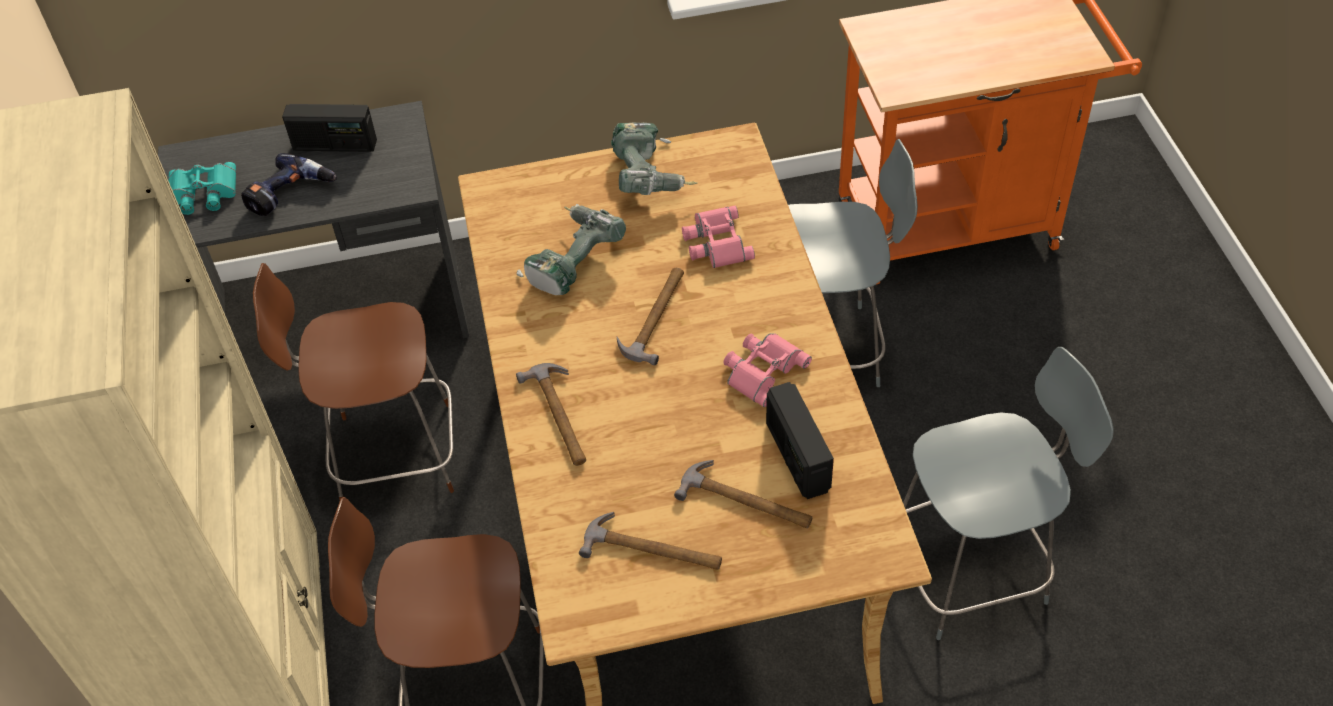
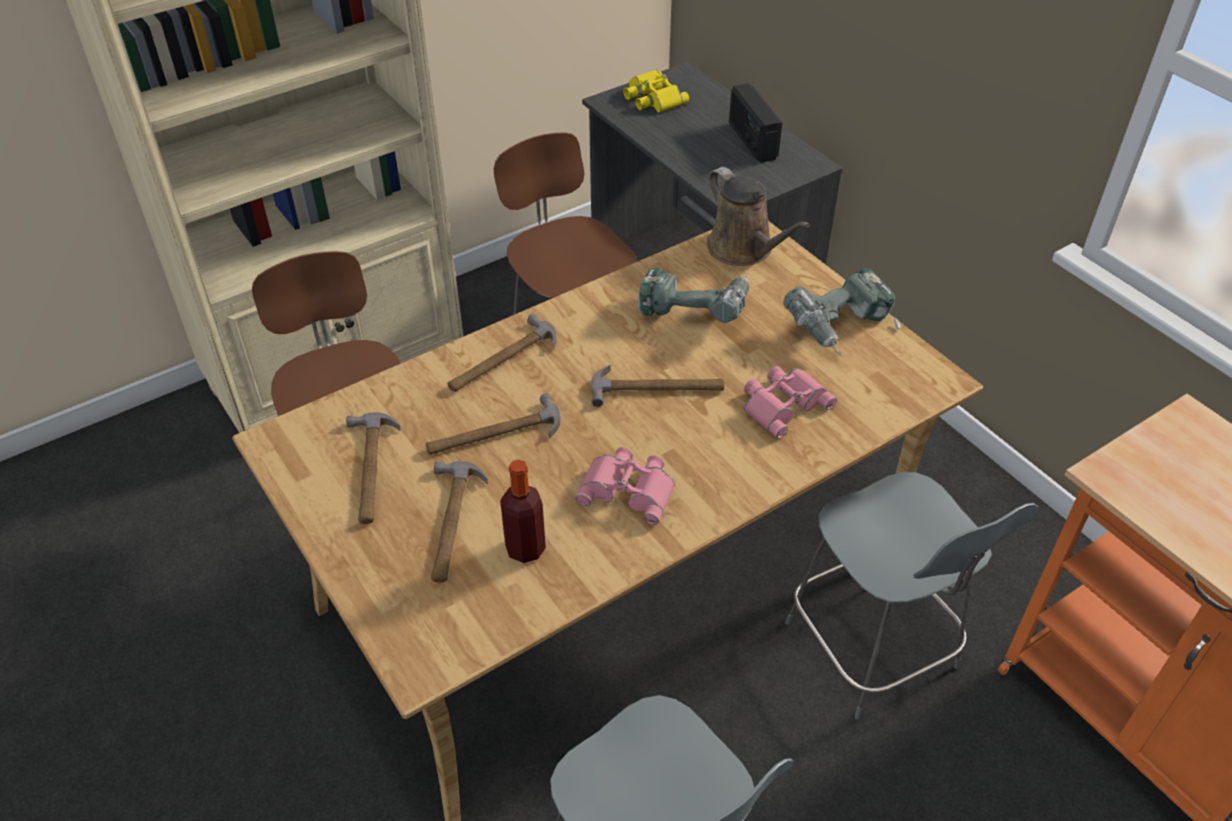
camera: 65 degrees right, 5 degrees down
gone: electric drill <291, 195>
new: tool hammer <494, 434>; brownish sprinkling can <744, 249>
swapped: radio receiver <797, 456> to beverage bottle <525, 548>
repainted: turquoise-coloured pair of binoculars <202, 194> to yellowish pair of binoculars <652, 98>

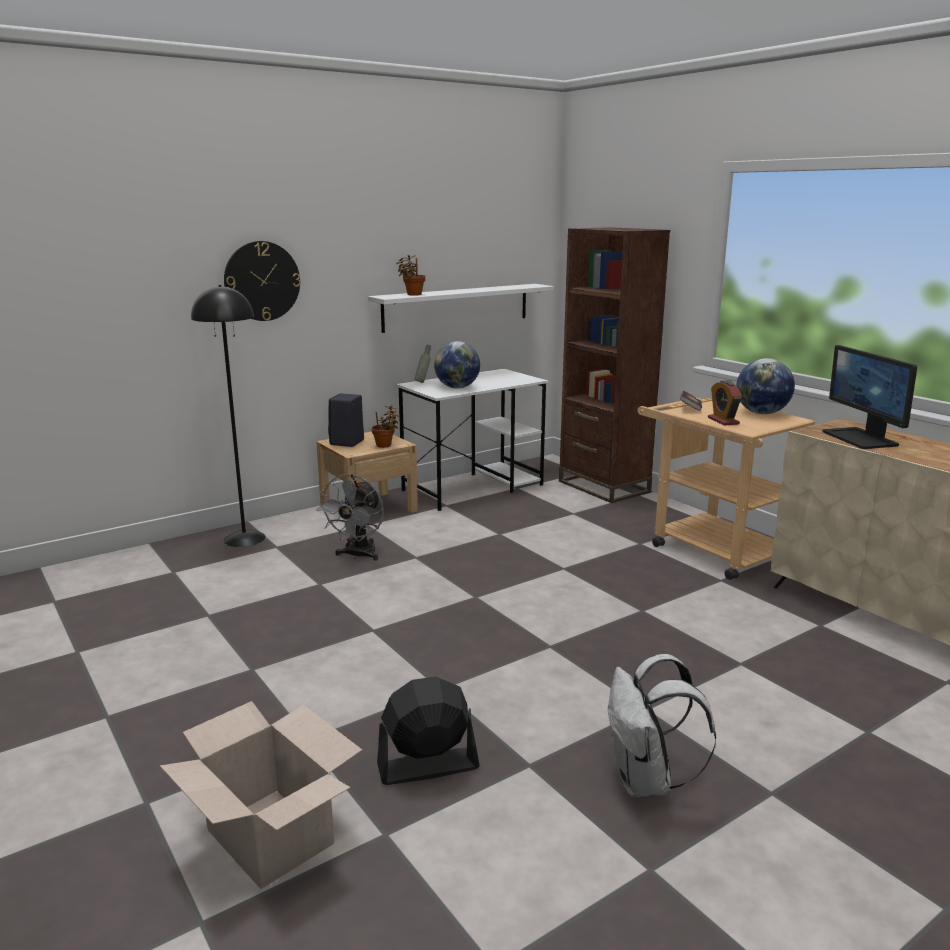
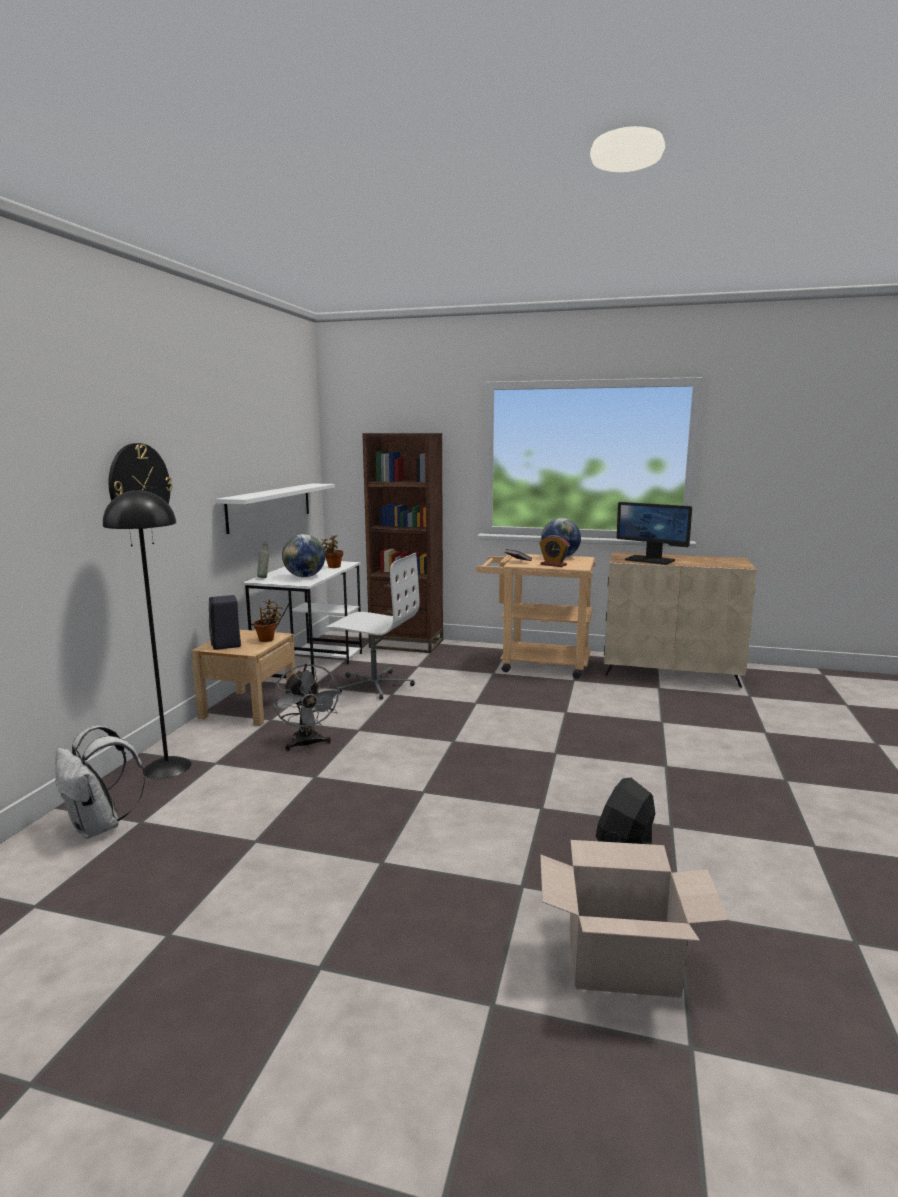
camera: 40 degrees left, 5 degrees down
new: white-coloured computer chair <374, 685>
shifted: houseplant <412, 294> to <333, 567>; white-coloured rucksack <646, 782> to <100, 826>

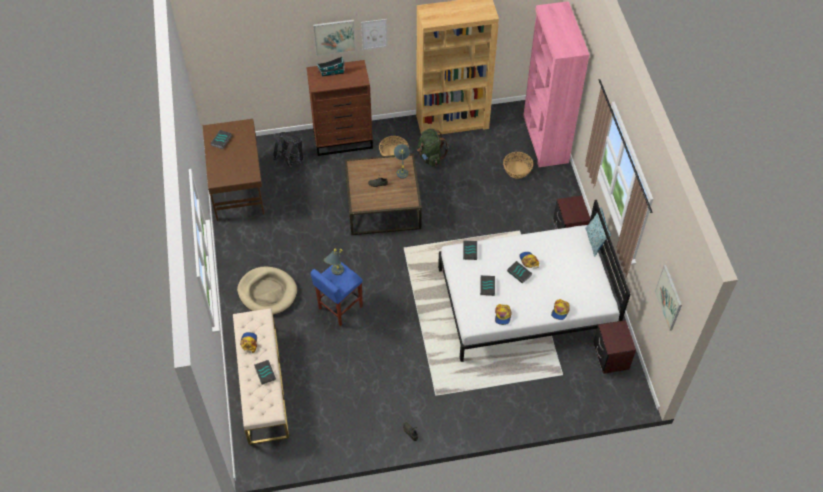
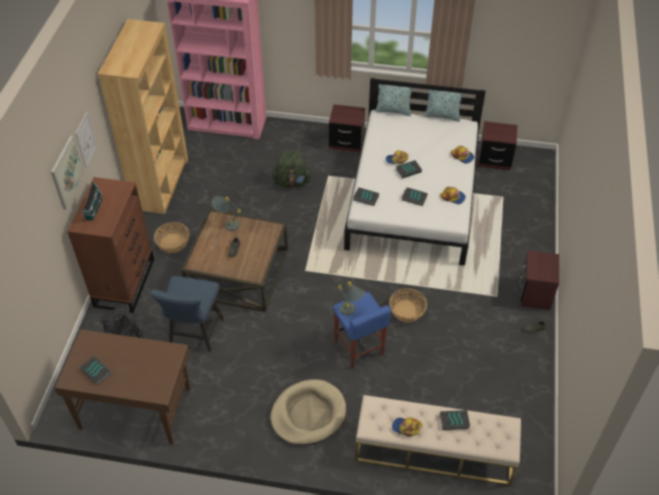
camera: 70 degrees left, 5 degrees down
gone: wall art <669, 297>
new: blue chair <194, 335>; pillow <442, 116>; brownish bedside table <535, 293>
shifted: green-coloured rucksack <430, 157> to <292, 182>; basket <517, 170> to <407, 311>

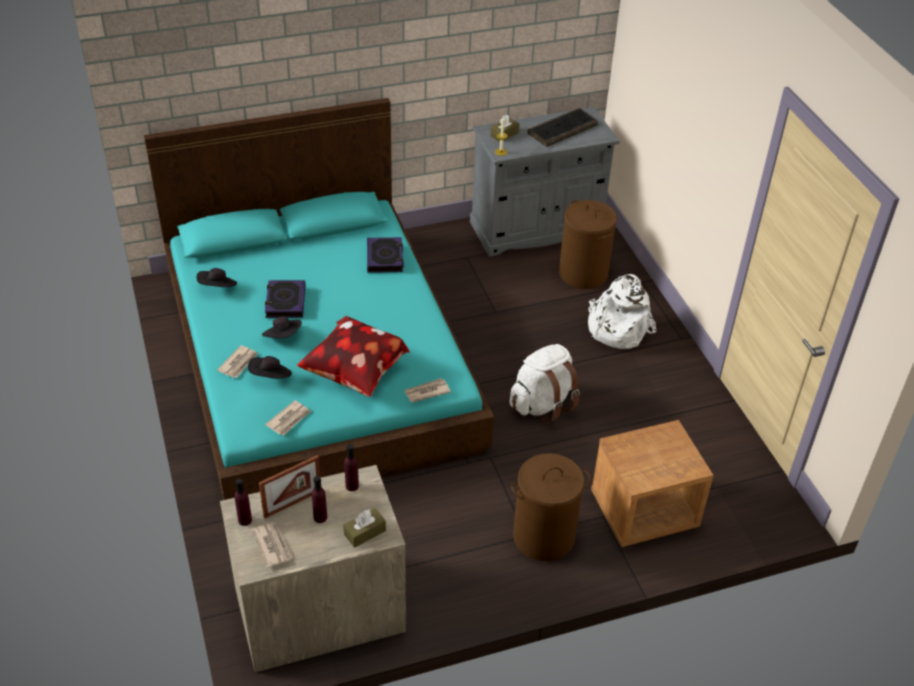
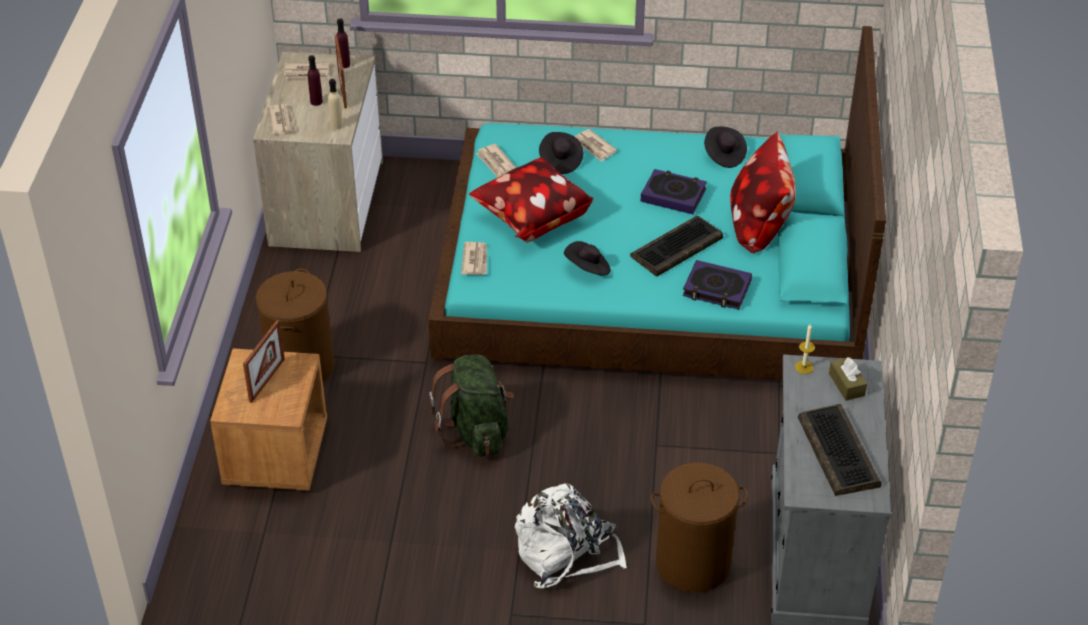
camera: 115 degrees right, 0 degrees up
new: picture frame <267, 380>; keyboard <676, 248>; pillow <759, 225>
shifted: black wearable hat <283, 336> to <588, 268>
swapped: brownish tissue holder <365, 532> to printed paper <282, 121>
repainted: purple beverage bottle <352, 486> to sand-coloured beverage bottle <336, 125>; white-coloured rucksack <542, 404> to green-coloured rucksack <476, 431>

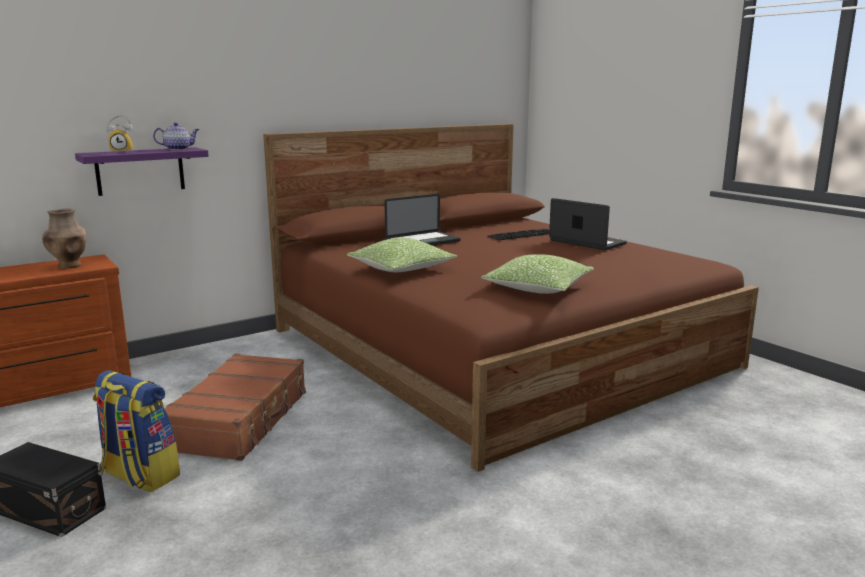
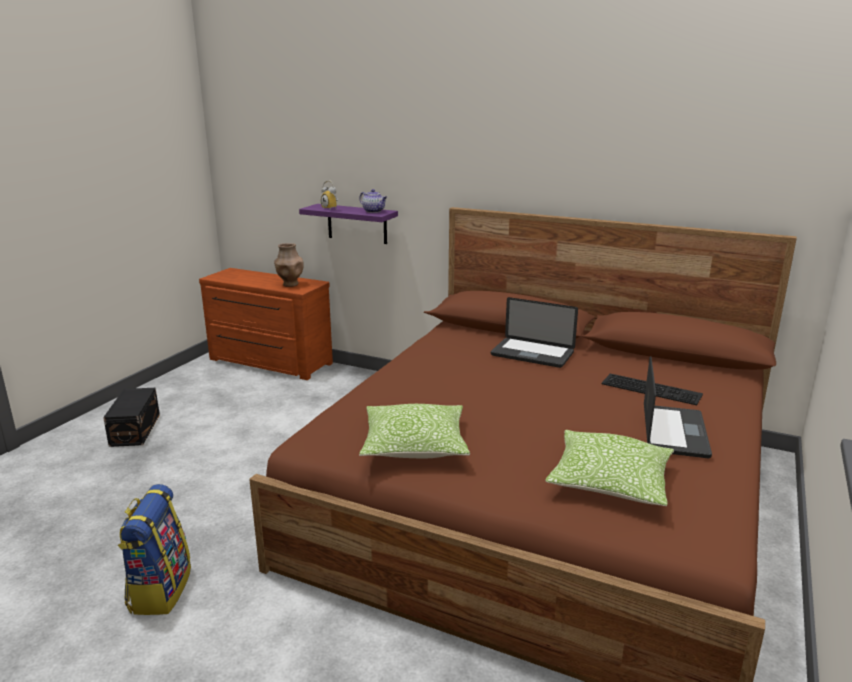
camera: 60 degrees right, 5 degrees up
gone: brownish travel case <241, 420>
shifted: rucksack <139, 476> to <160, 590>; pillow <402, 269> to <609, 482>

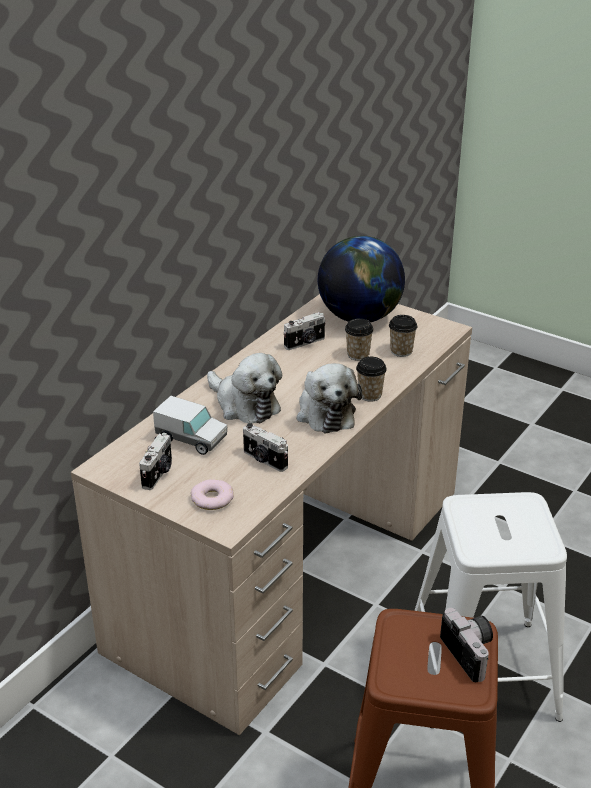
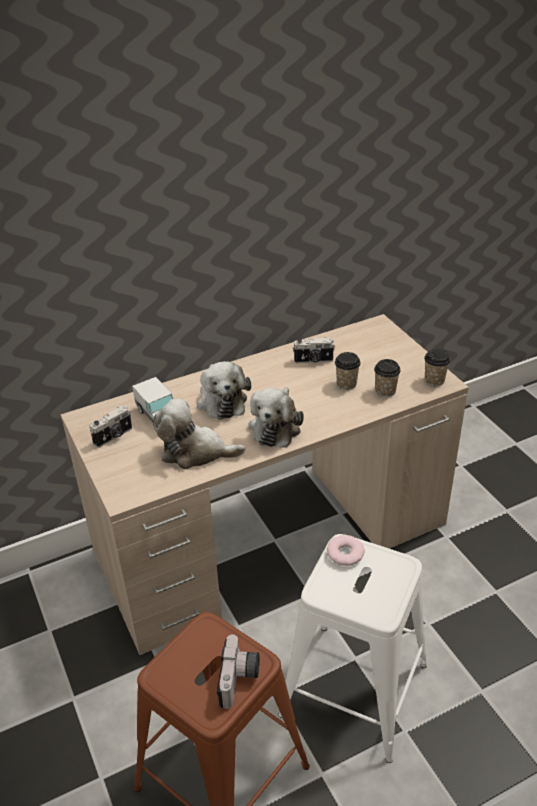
camera: 30 degrees right, 5 degrees up
gone: desk globe <360, 317>
shifted: donut <212, 498> to <345, 553>; drinking cup <370, 395> to <434, 380>
swapped: still camera <264, 460> to plush toy <195, 452>

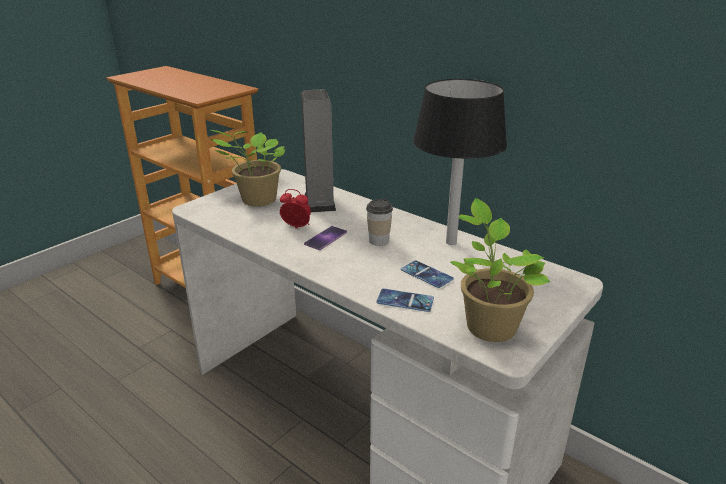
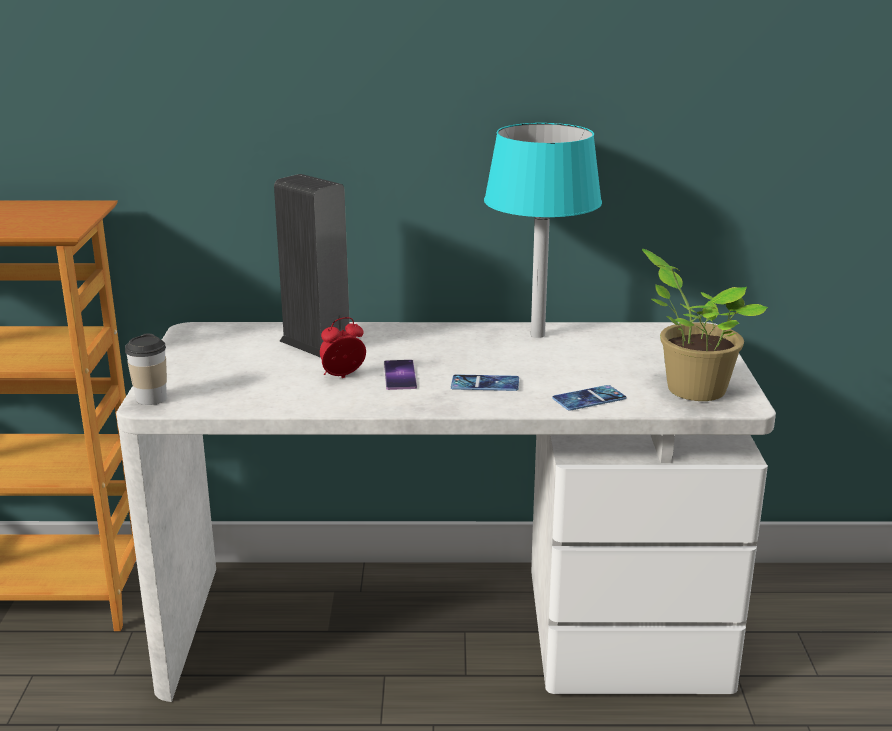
camera: 40 degrees left, 5 degrees down
gone: houseplant <256, 200>
shifted: drinking cup <379, 241> to <151, 398>; handset <426, 274> to <485, 384>
repainted: black lamp for a table <451, 242> to turquoise-coloured lamp for a table <538, 335>

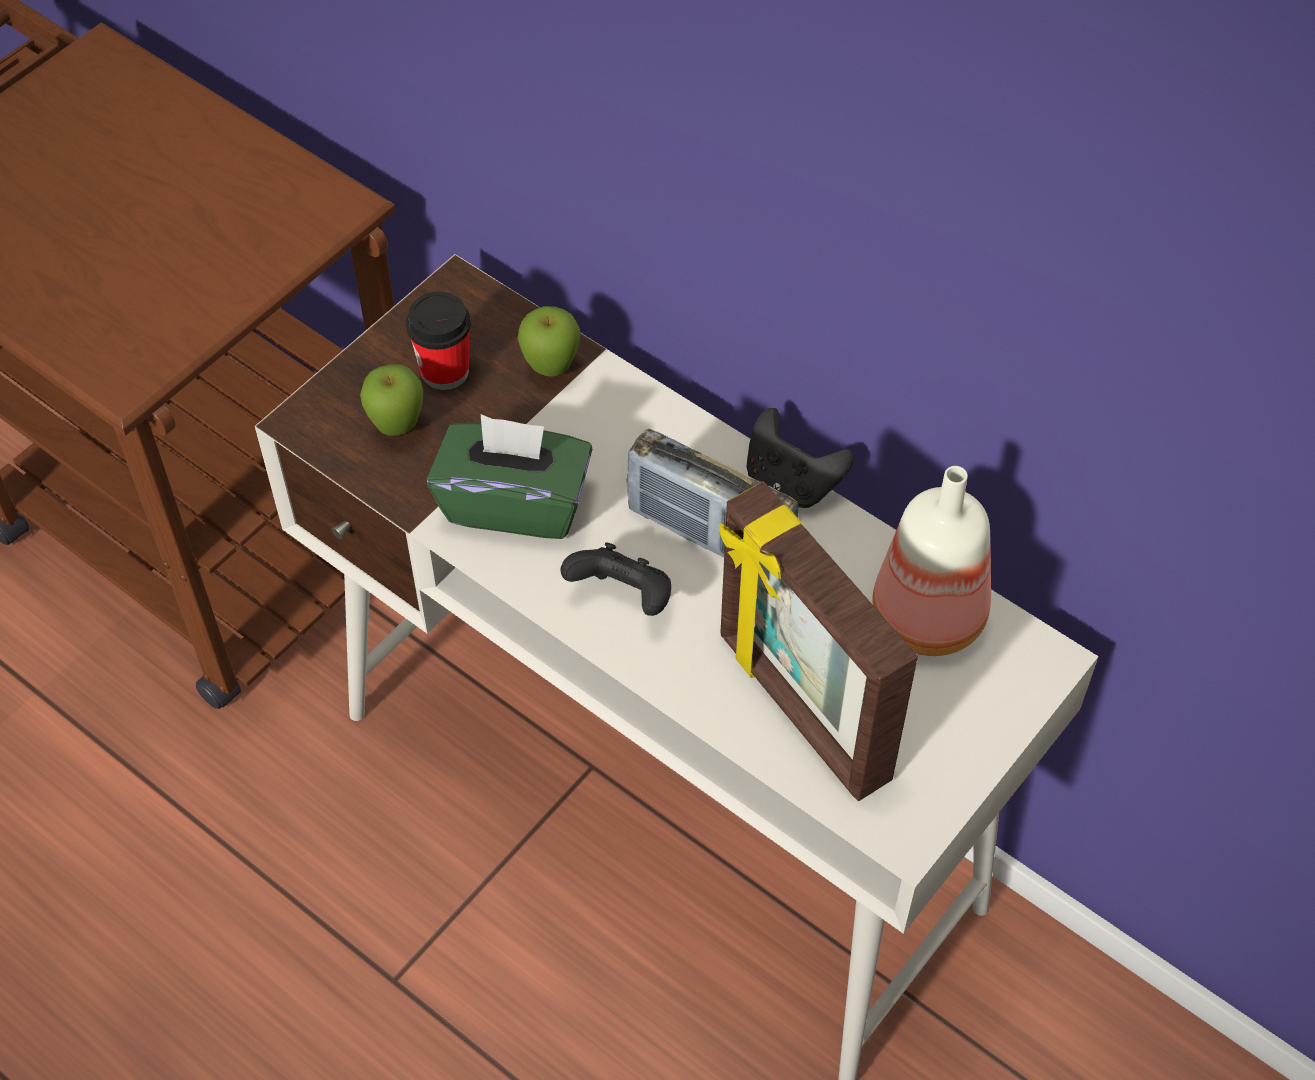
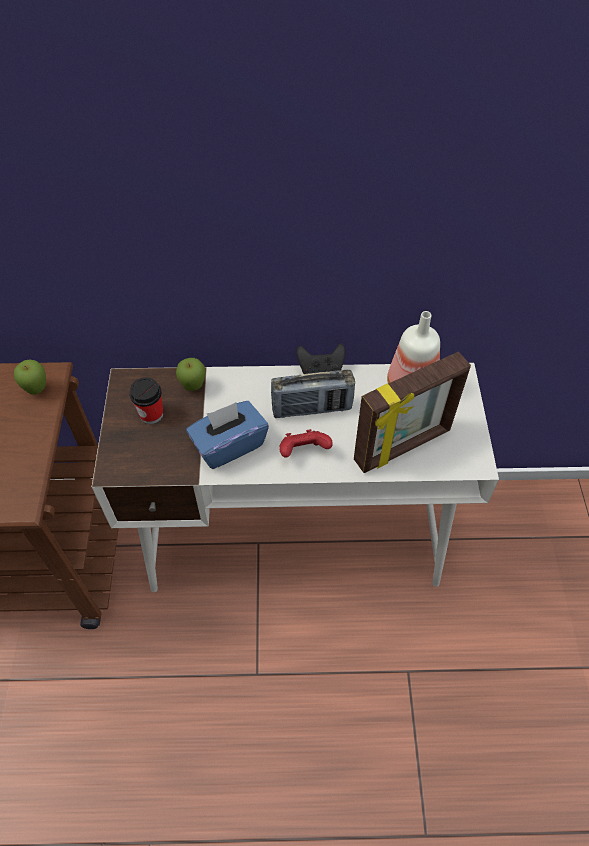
camera: 40 degrees left, 0 degrees up
shifted: apple <397, 428> to <37, 390>
repainted: green-coloured tissue holder <515, 503> to blue tissue holder <229, 445>; black joypad <623, 597> to red-coloured joypad <303, 451>
rotated: picture frame <800, 709> = <403, 447> 45 degrees counterclockwise

